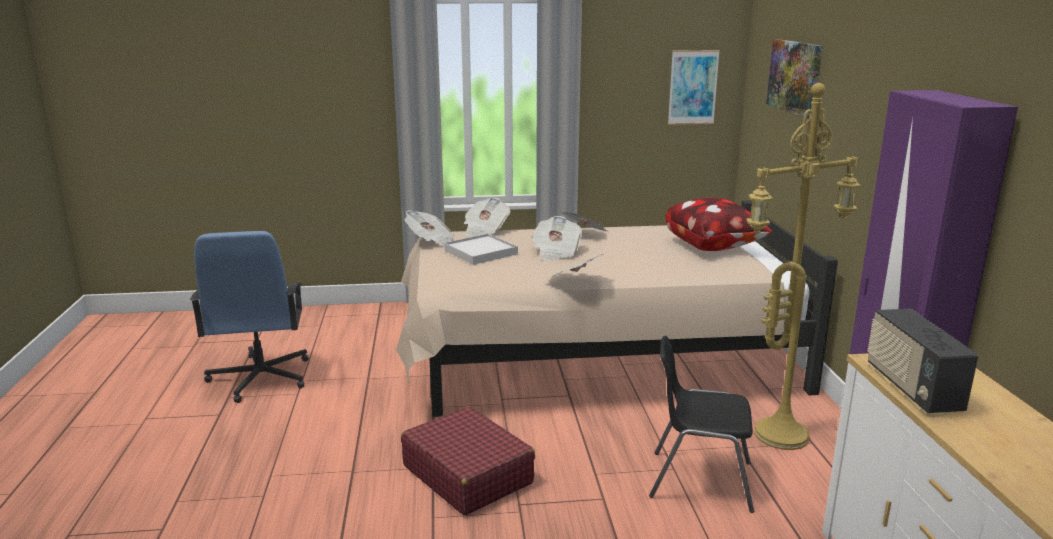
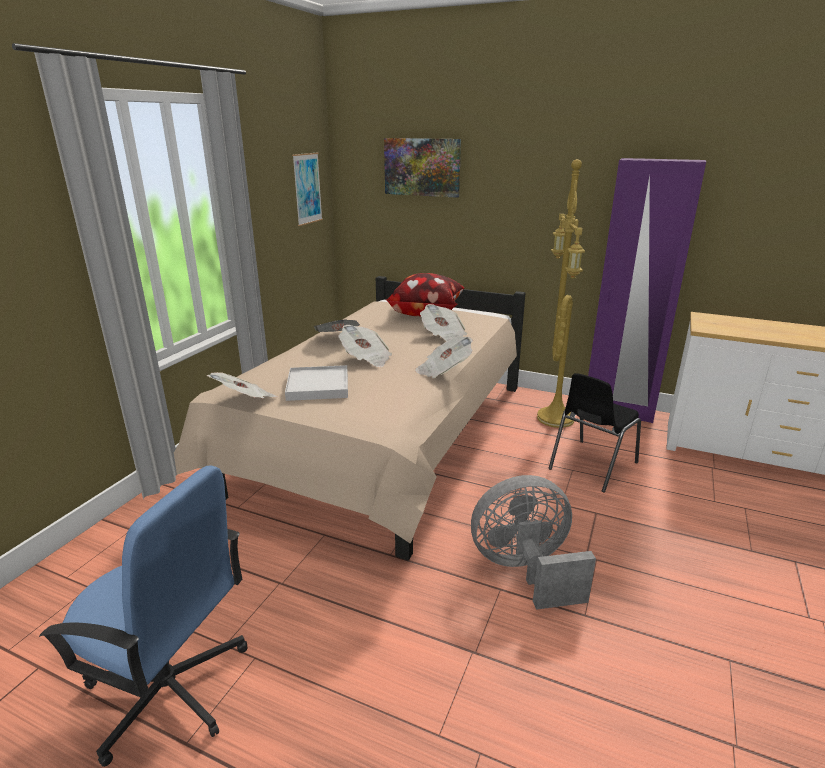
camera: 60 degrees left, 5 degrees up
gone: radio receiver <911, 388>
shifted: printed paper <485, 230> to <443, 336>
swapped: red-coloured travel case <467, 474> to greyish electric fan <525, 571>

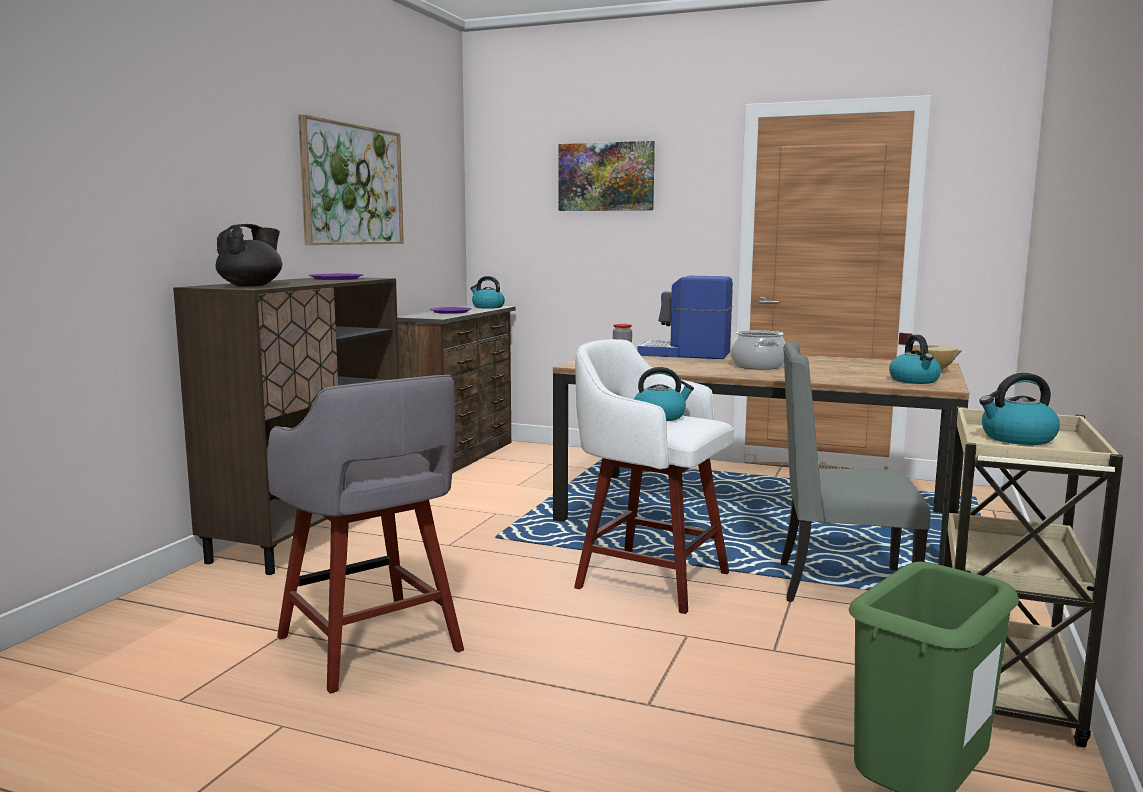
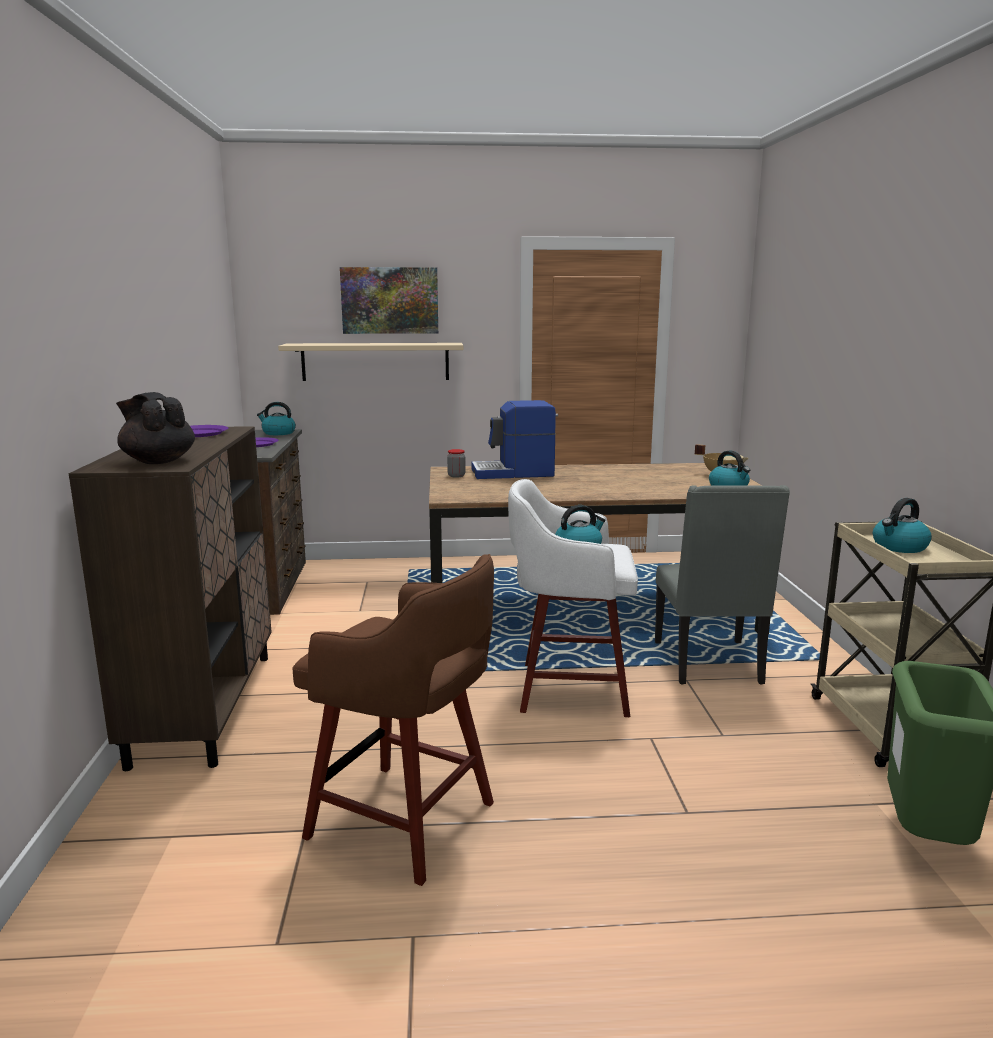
camera: 25 degrees left, 5 degrees up
gone: wall art <352, 185>; stockpot <758, 366>
new: sand-coloured wall shelf <375, 361>
repainted: greyish stool seat <371, 646> to brownish stool seat <406, 822>
rotated: black pot for tea <251, 286> = <158, 461> 60 degrees counterclockwise; greyish chair <840, 586> = <710, 663> 75 degrees counterclockwise

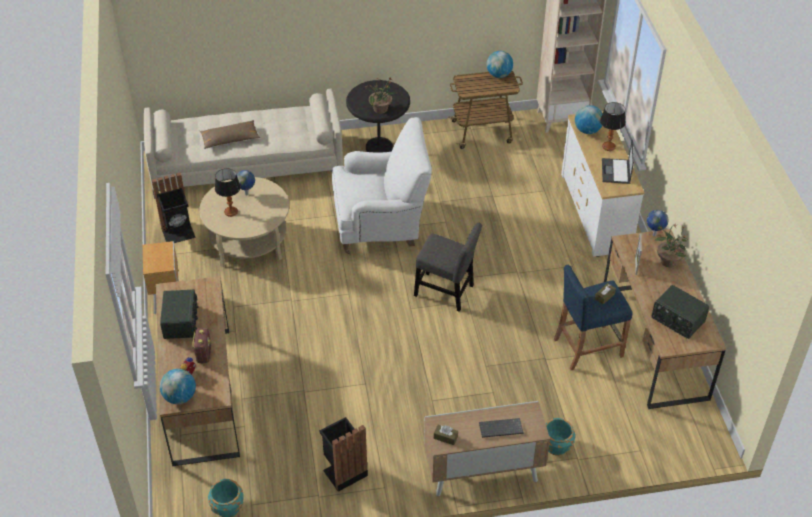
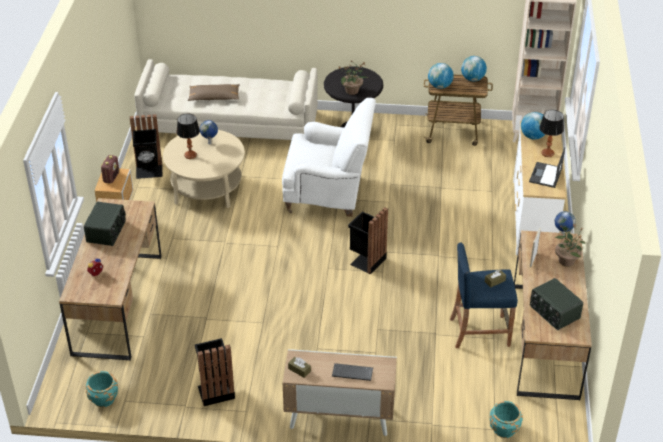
camera: 15 degrees right, 5 degrees down
shifted: desk globe <180, 397> to <439, 86>; radio receiver <204, 354> to <111, 177>; turquoise-coloured flower pot <556, 446> to <504, 429>
swapped: greyish chair <446, 292> to black trash can <366, 261>

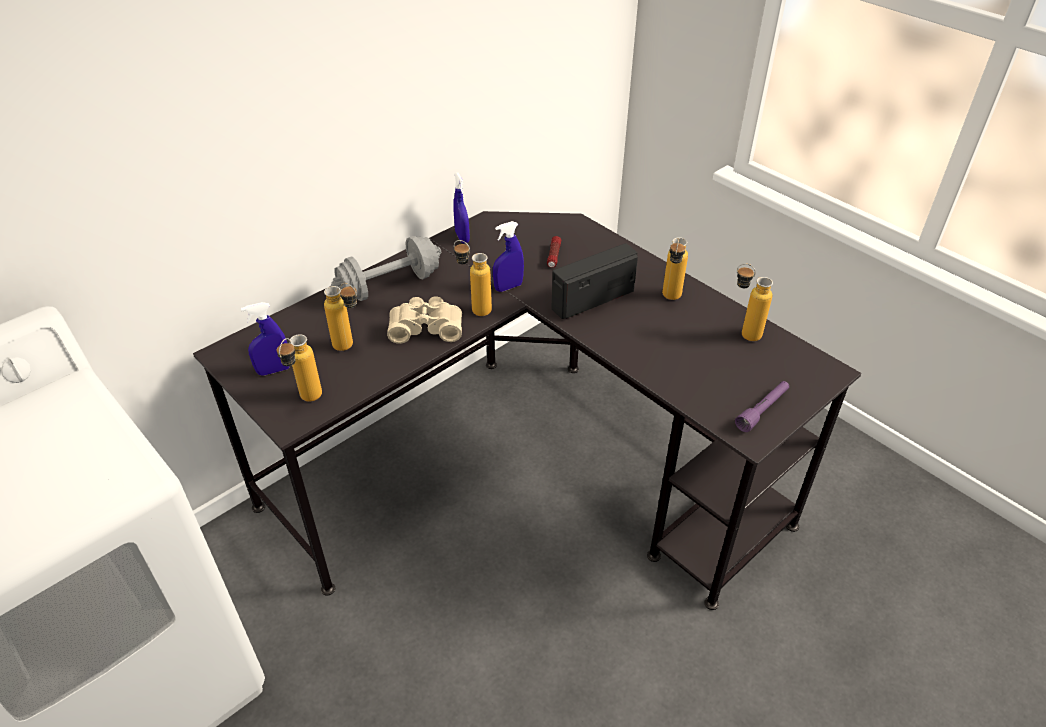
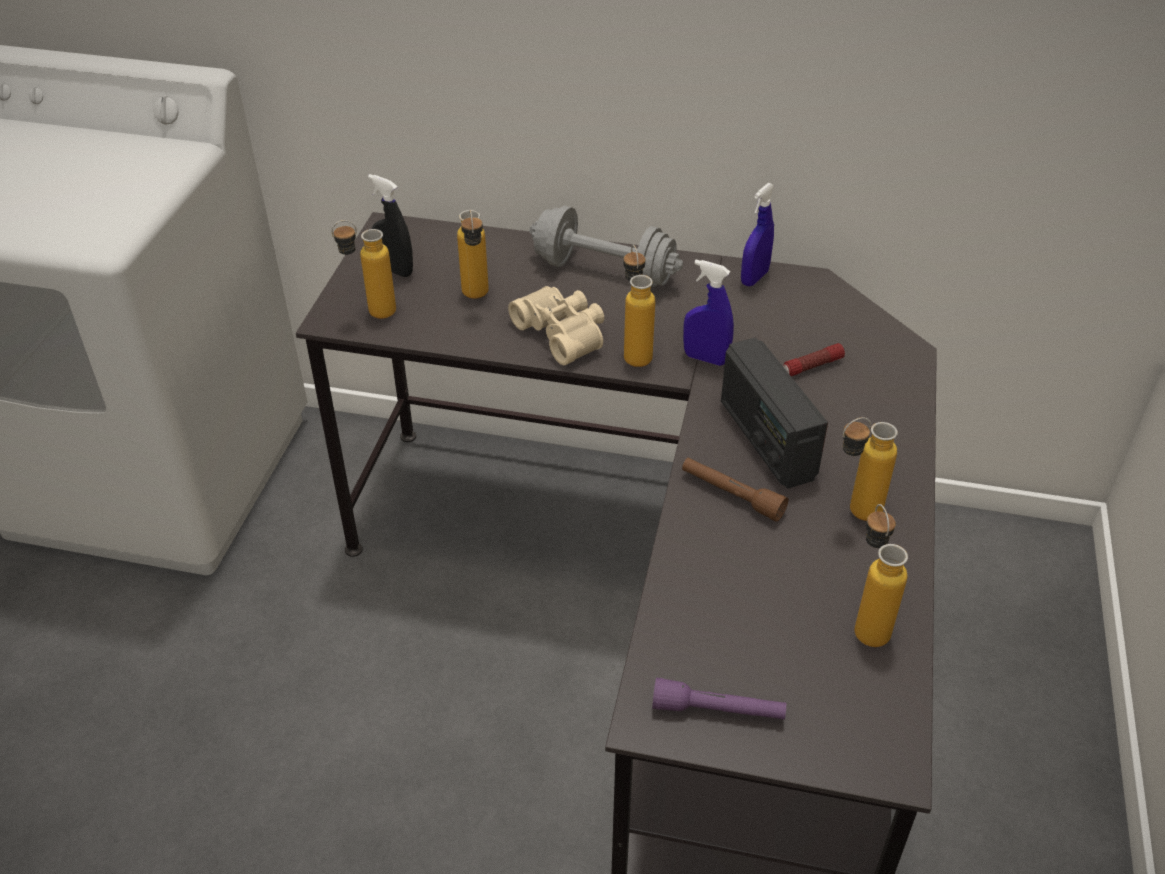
camera: 55 degrees right, 0 degrees up
new: brownish hand torch <731, 495>
repainted: blue spray bottle <274, 370> to black spray bottle <395, 270>
rotated: radio receiver <592, 299> = <766, 439> 135 degrees counterclockwise

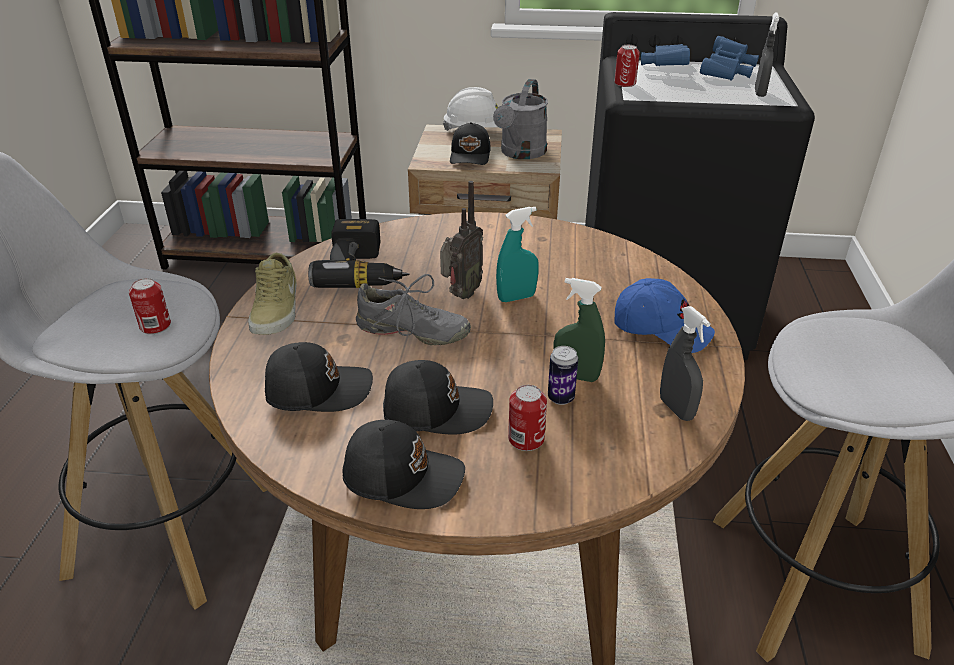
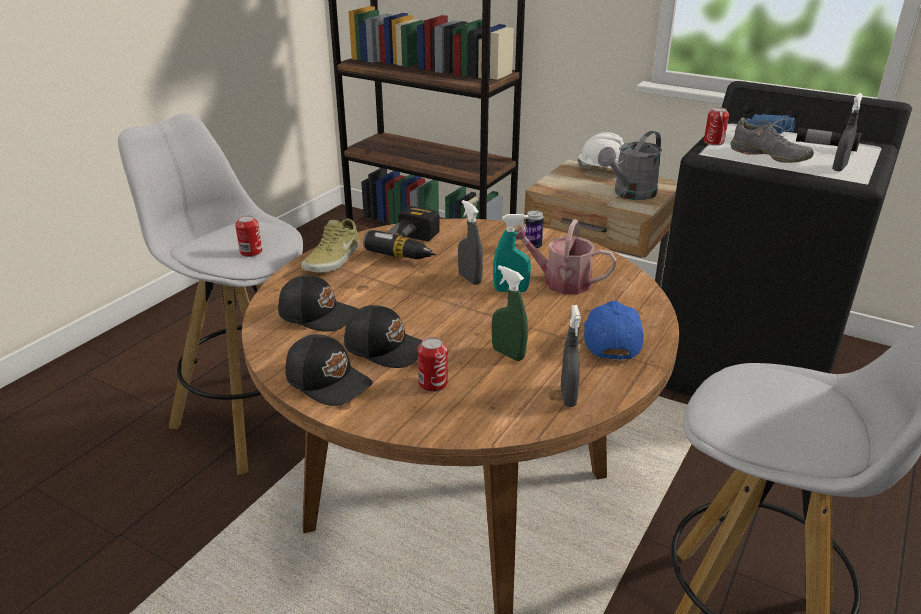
camera: 25 degrees right, 5 degrees down
gone: black peaked cap <471, 155>
new: sprinkling can <560, 282>
shifted: greyish low shoe <412, 332> to <768, 156>; metal can <560, 398> to <533, 246>
swapped: radio receiver <460, 295> to greyish spray bottle <469, 279>; blue pair of binoculars <727, 73> to hand torch <825, 147>
rotated: blue peaked cap <661, 329> = <610, 339> 135 degrees counterclockwise

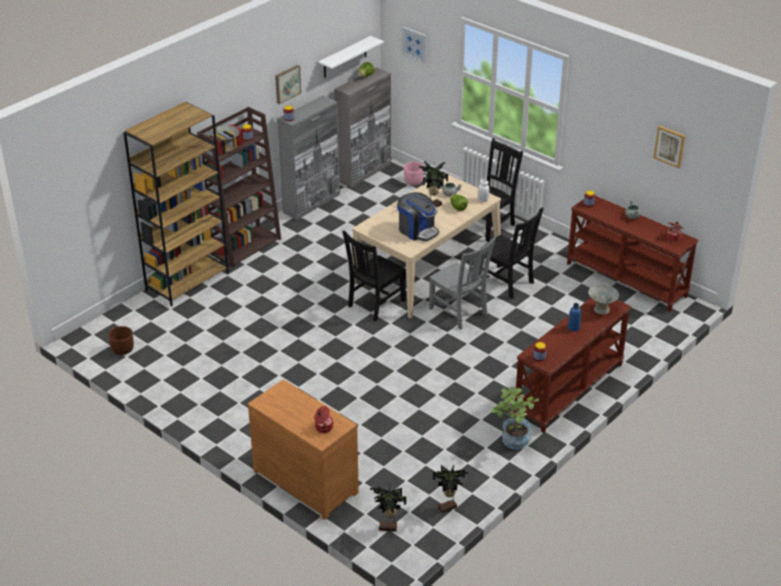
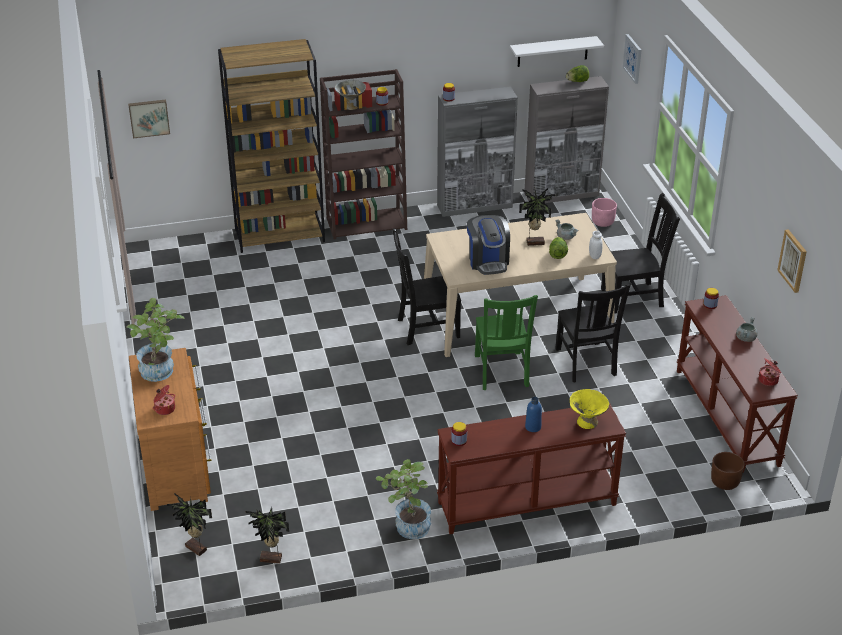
camera: 35 degrees right, 0 degrees up
new: houseplant <161, 373>
shifted: brownish flower pot <123, 350> to <725, 482>; wall art <287, 83> to <149, 117>
repainted: greyish chair <459, 312> to green-coloured chair <501, 372>; greyish bowl <601, 309> to yellowish bowl <587, 422>

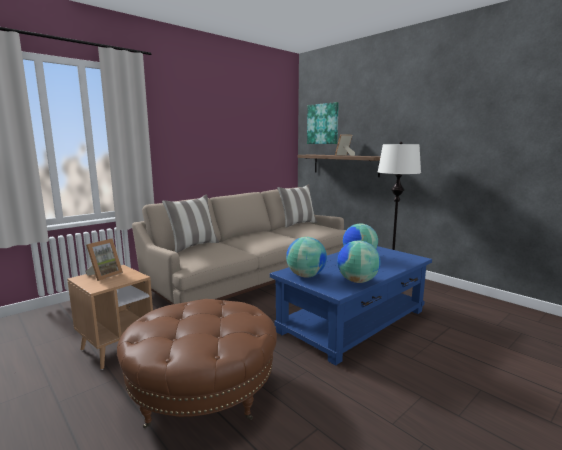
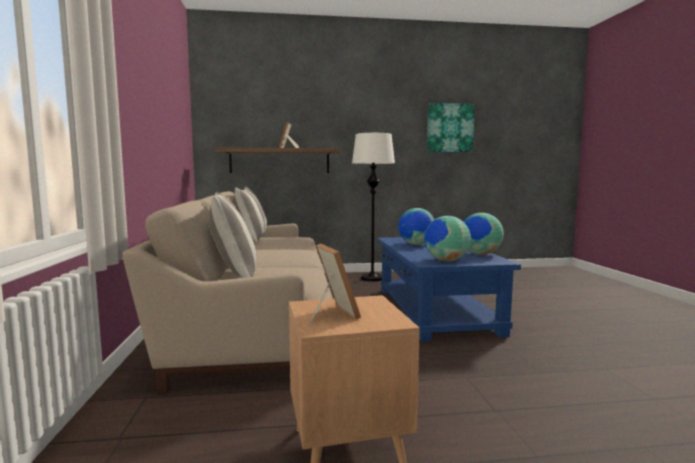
camera: 55 degrees left, 5 degrees down
gone: brownish ottoman <203, 390>
shifted: wall art <323, 124> to <450, 128>

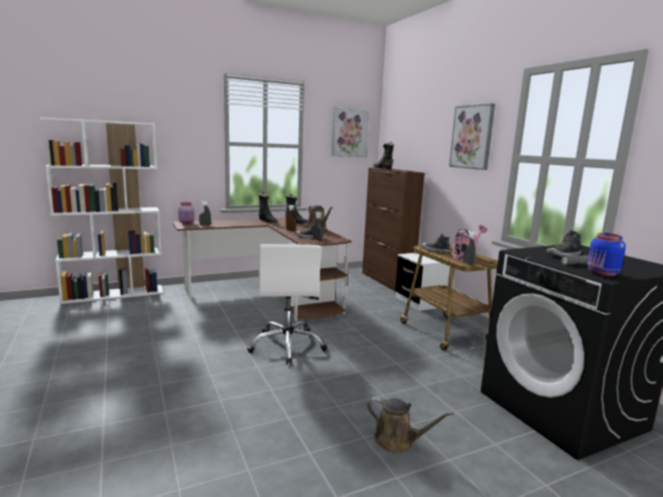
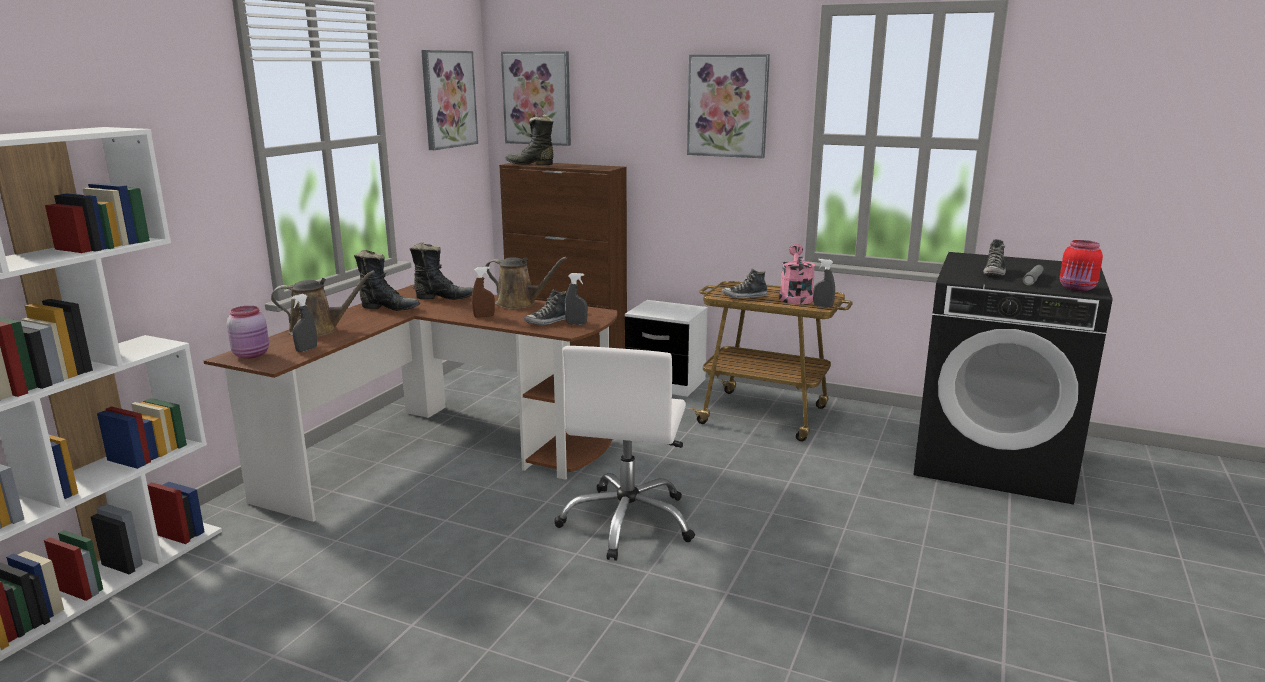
camera: 40 degrees left, 5 degrees up
new: wall art <537, 98>
shifted: brownish sprinkling can <397, 441> to <319, 330>
repainted: blue preserve jar <602, 274> to red-coloured preserve jar <1077, 288>
rotated: white-coloured computer chair <287, 346> = <628, 522> 60 degrees clockwise

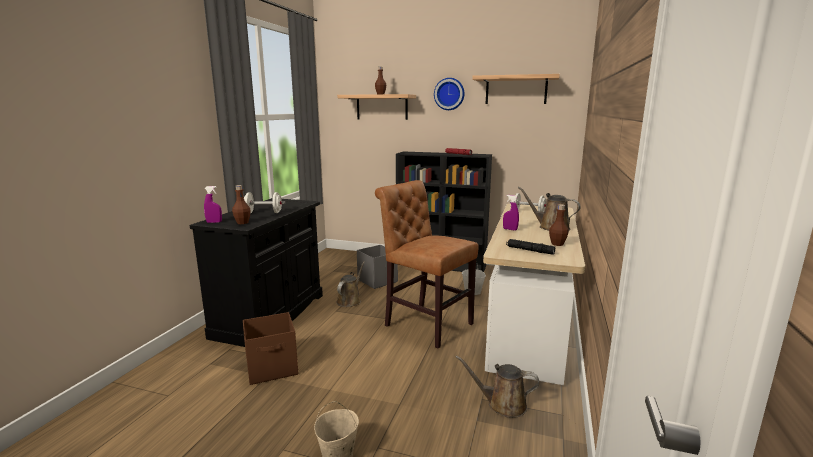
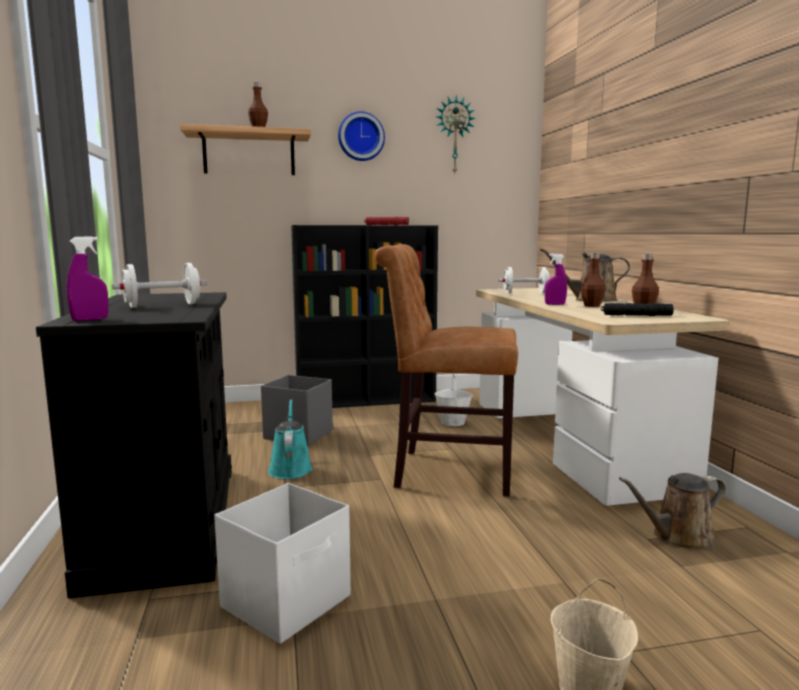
camera: 30 degrees left, 5 degrees down
shifted: brownish beverage bottle <242, 223> to <591, 306>
swapped: wall shelf <516, 90> to wall clock <454, 135>
repainted: brownish storage container <273, 368> to white-coloured storage container <288, 601>; brownish sprinkling can <350, 300> to turquoise-coloured sprinkling can <290, 468>

